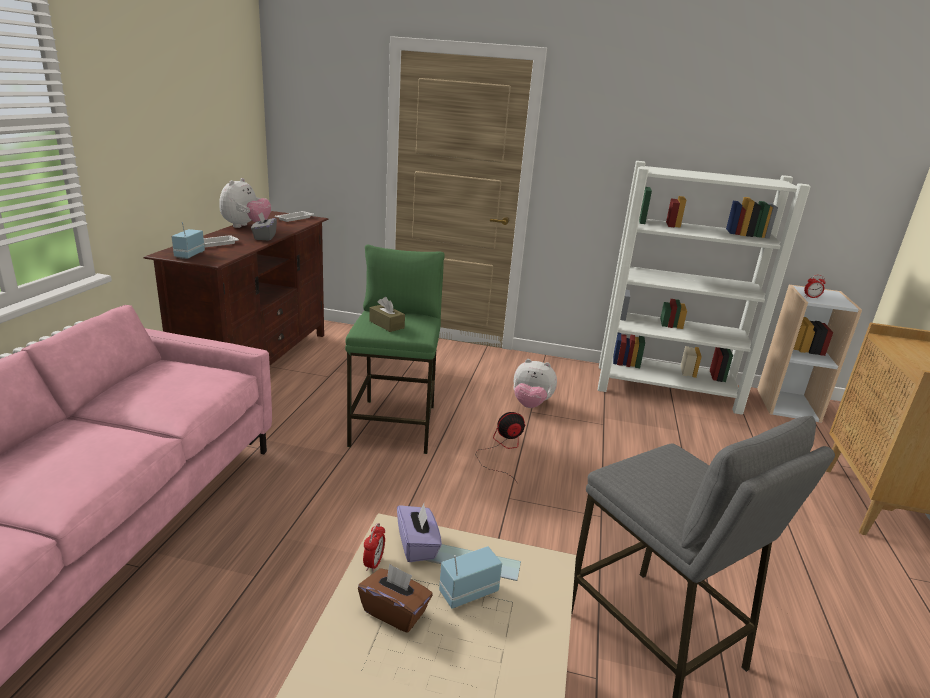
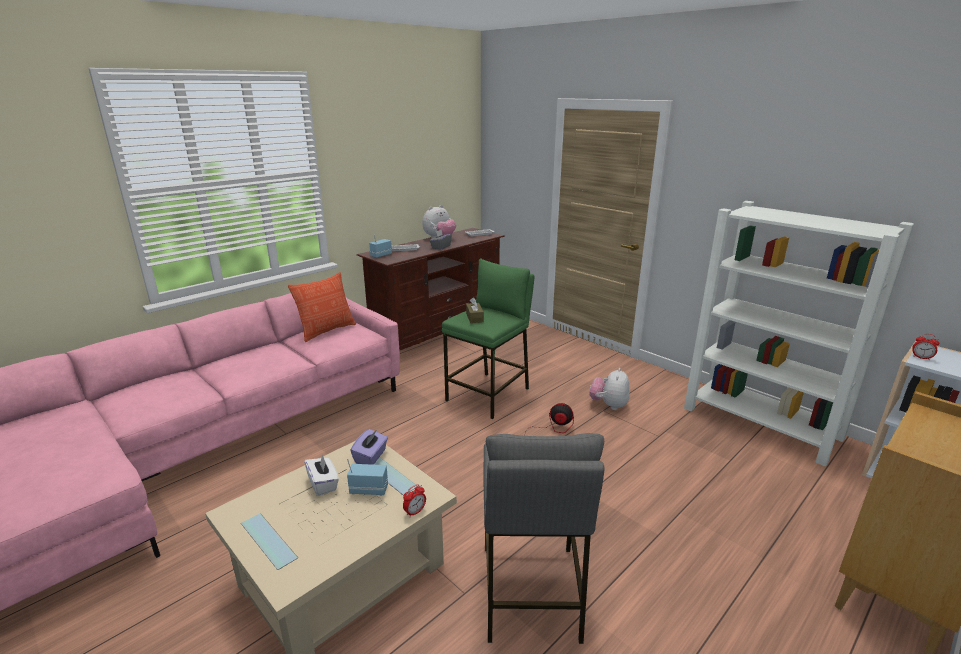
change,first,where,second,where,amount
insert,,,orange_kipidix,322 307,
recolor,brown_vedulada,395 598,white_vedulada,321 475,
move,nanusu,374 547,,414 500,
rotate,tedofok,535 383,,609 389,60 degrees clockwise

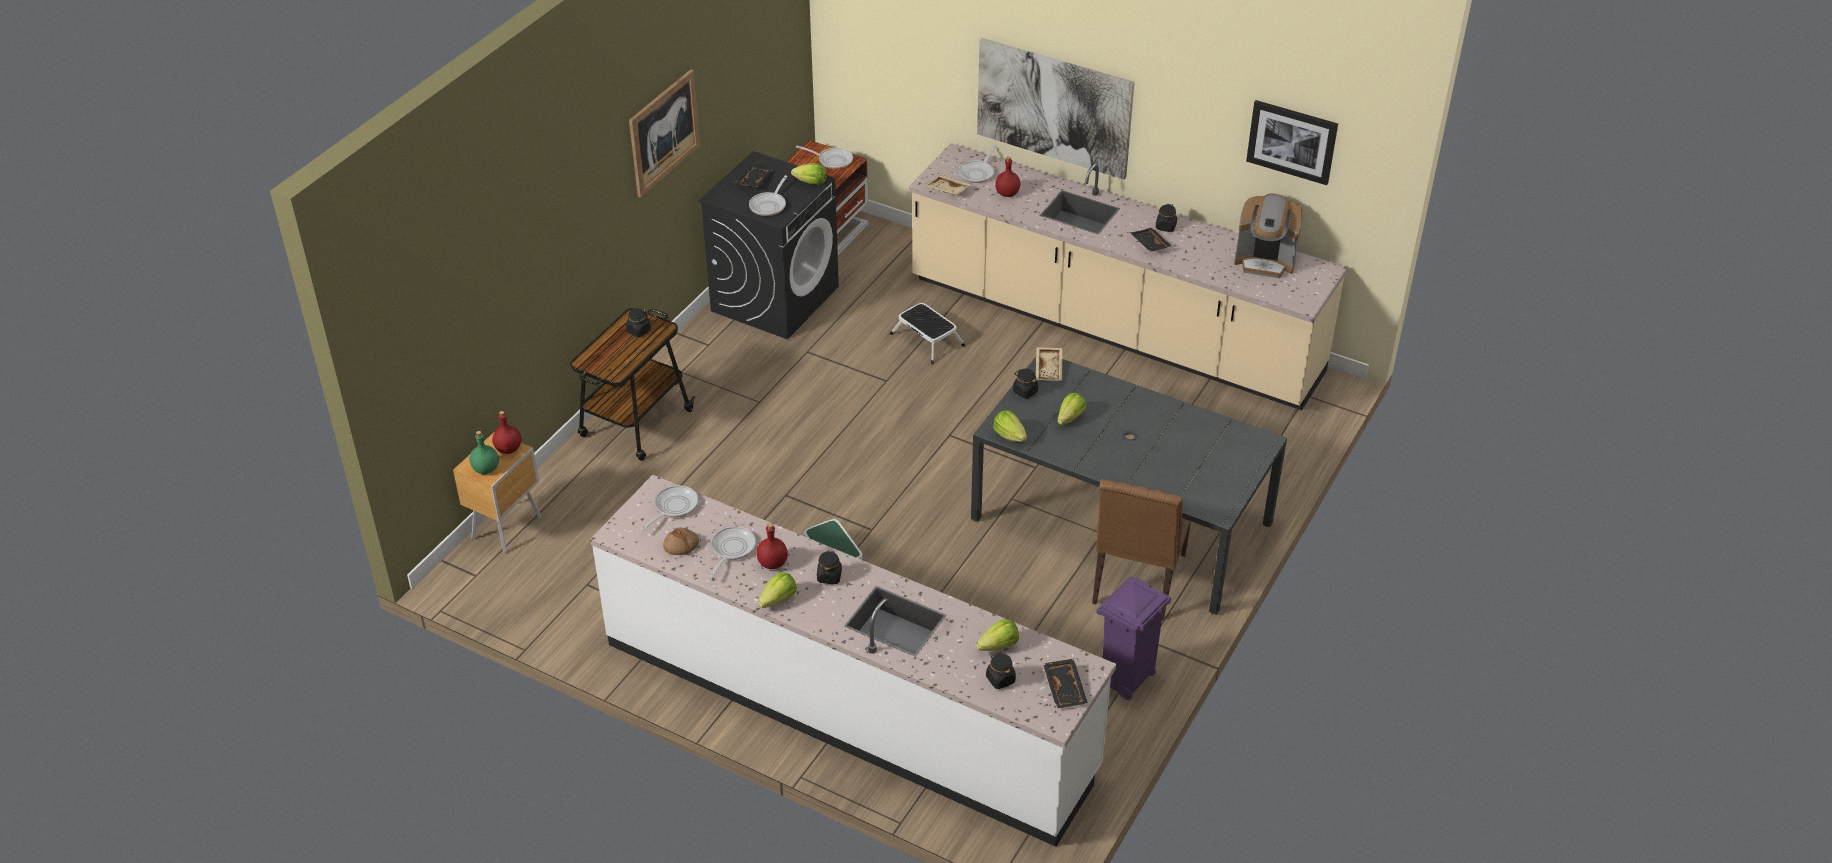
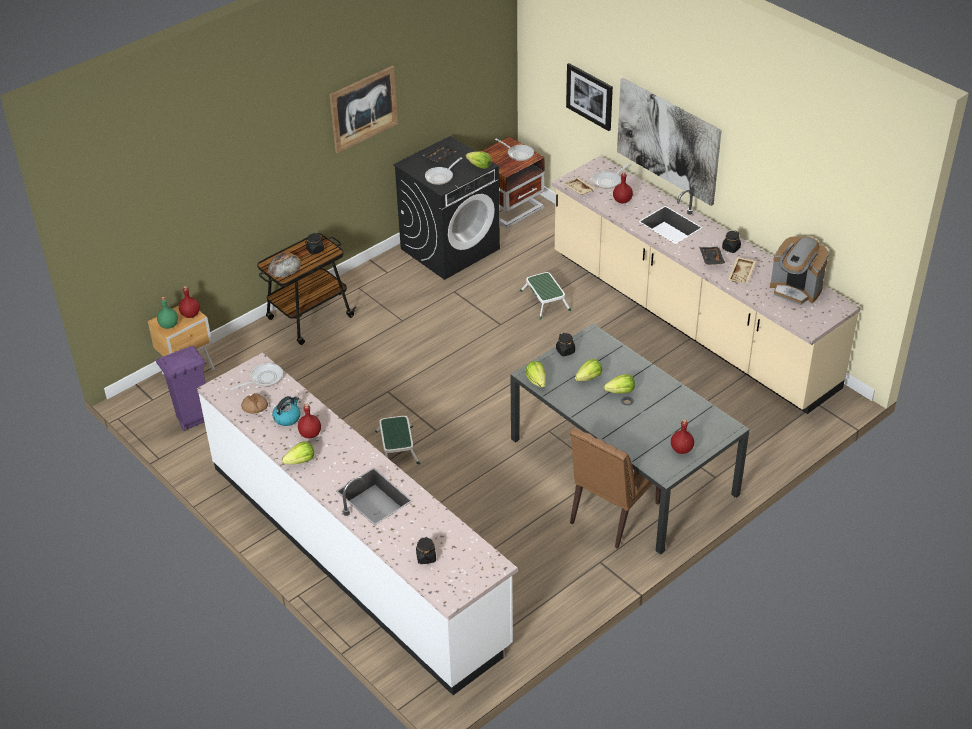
change,first,where,second,where,amount
move,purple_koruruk,1134 638,,181 388,
insert,,,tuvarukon,284 265,
replace,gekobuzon,732 552,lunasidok,286 411,
recolor,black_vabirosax,927 334,green_vabirosax,545 296,
move,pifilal,1292 142,,589 97,
move,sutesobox,997 635,,619 384,
insert,,,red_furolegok,682 436,
move,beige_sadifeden,1049 364,,742 270,
delete,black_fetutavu,829 567,,,
delete,black_sadifeden,1065 684,,,

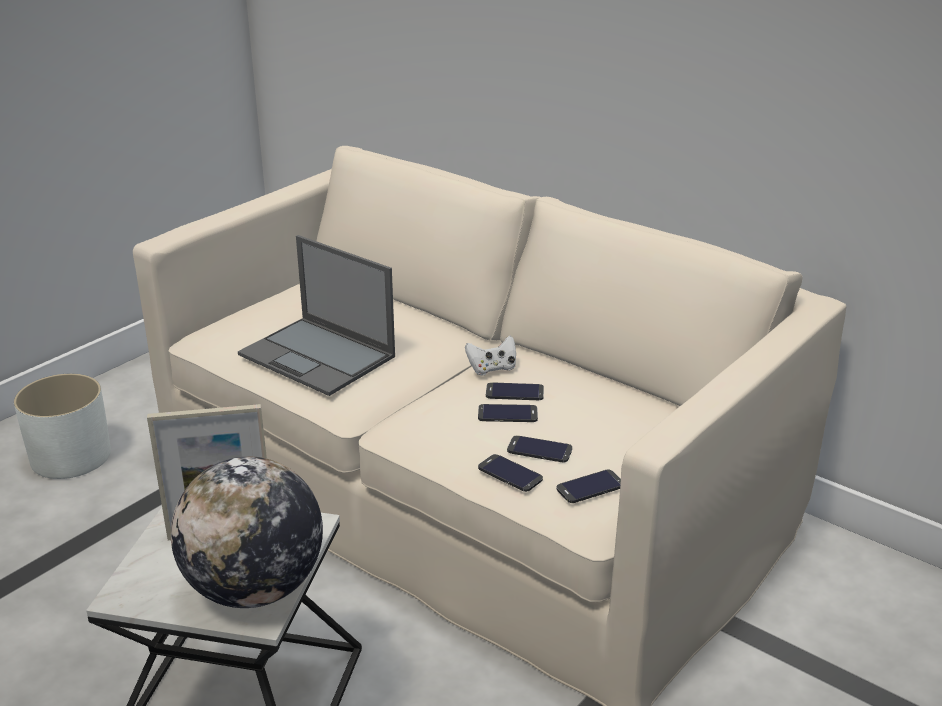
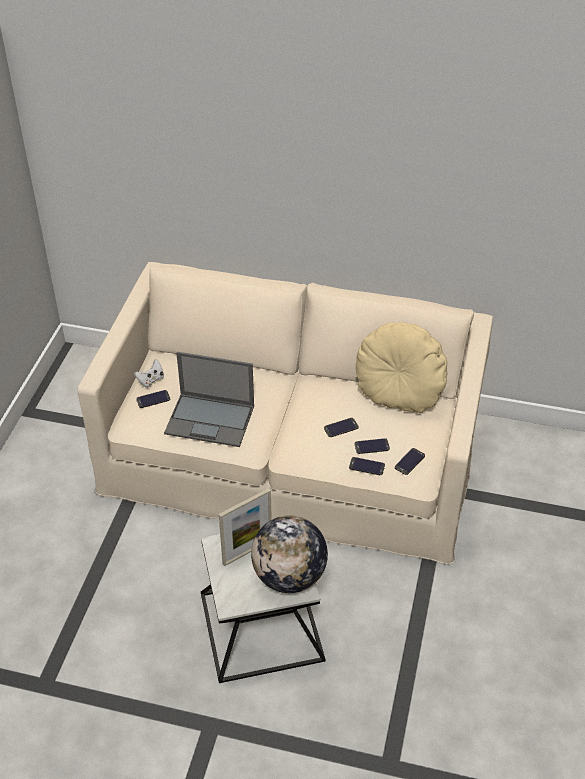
change,first,where,second,where,amount
move,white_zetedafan,490 355,,149 373,
move,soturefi,515 391,,153 399,
insert,,,beige_kipidix,401 367,
delete,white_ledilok,62 426,,,

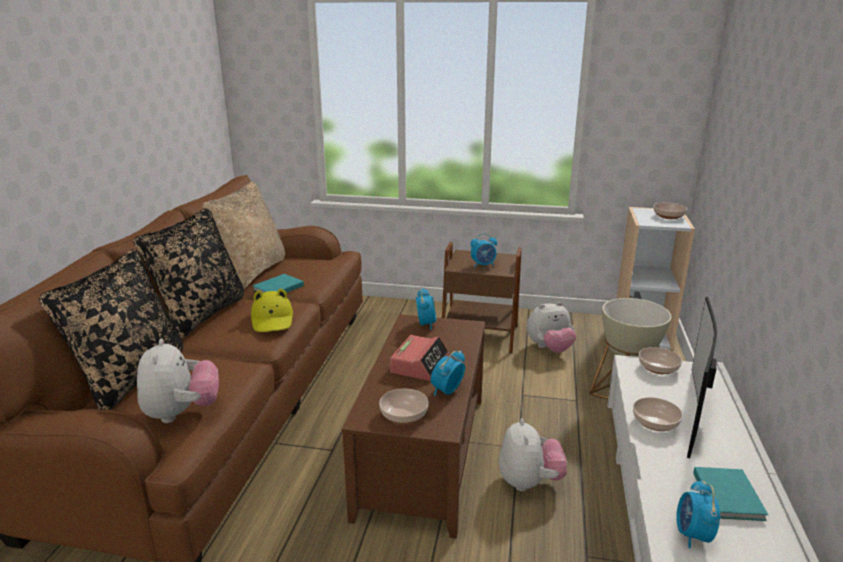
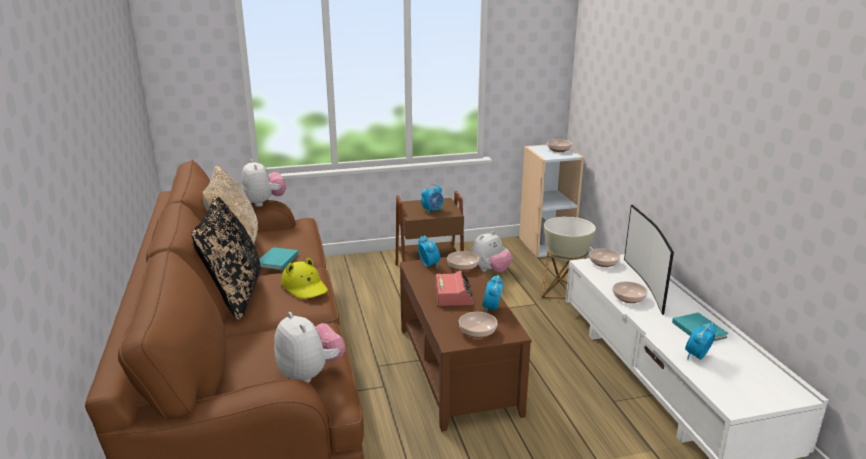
change,first,where,second,where,amount
move,tedofok,533 454,,263 183,
insert,,,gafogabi,463 261,
rotate,nanusu,698 513,,700 341,60 degrees clockwise
delete,black_kipidix,111 329,,,

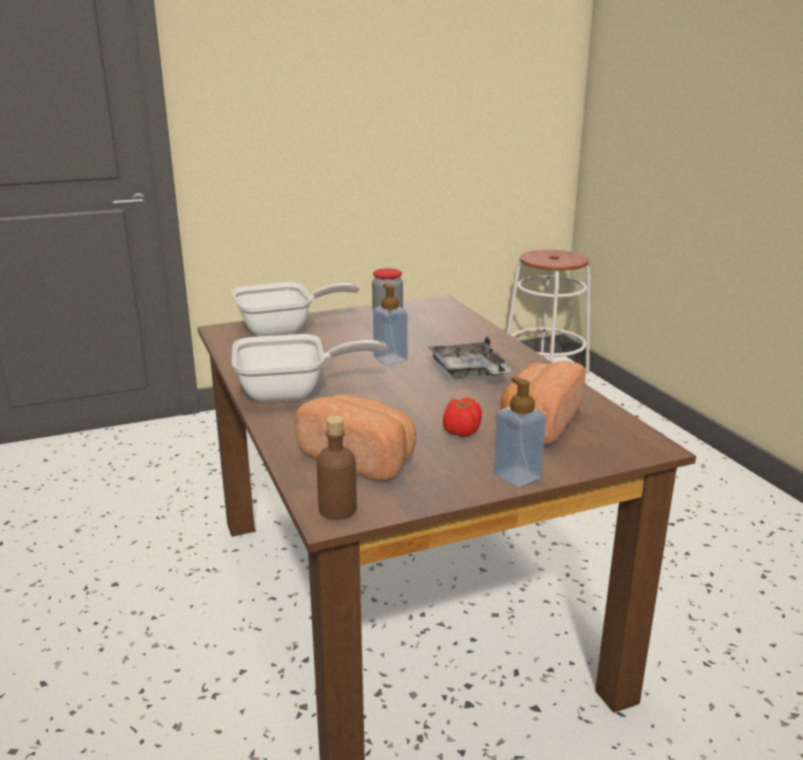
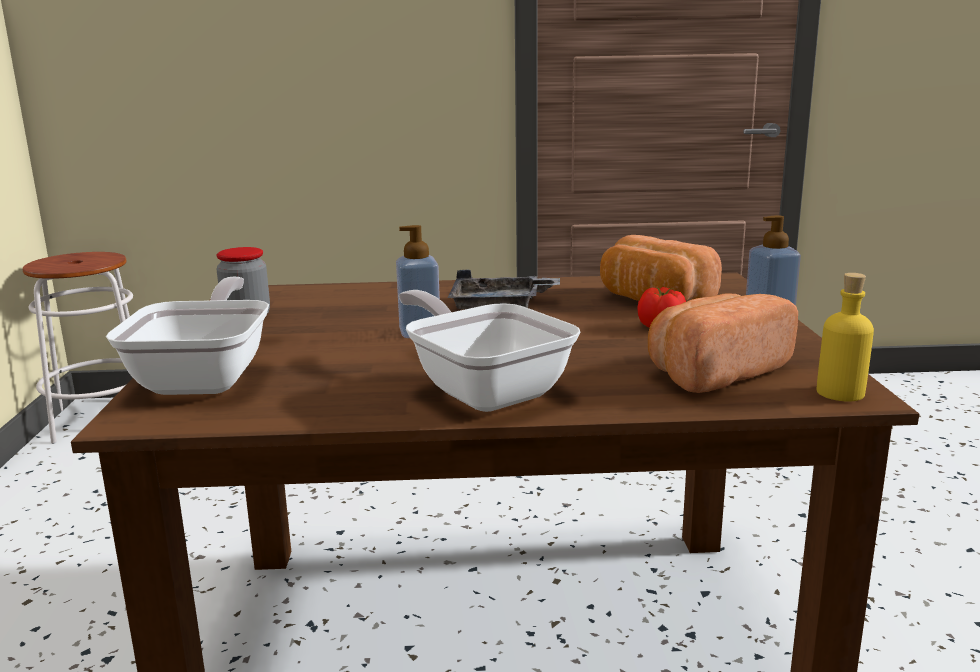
change,first,where,second,where,amount
rotate,gekobuzon,309 368,,489 351,45 degrees counterclockwise
recolor,brown_furolegok,337 468,yellow_furolegok,845 337,

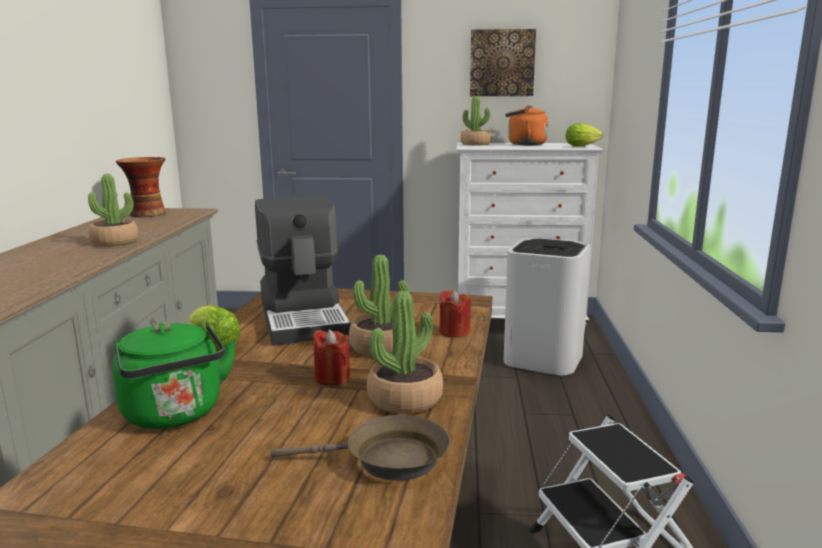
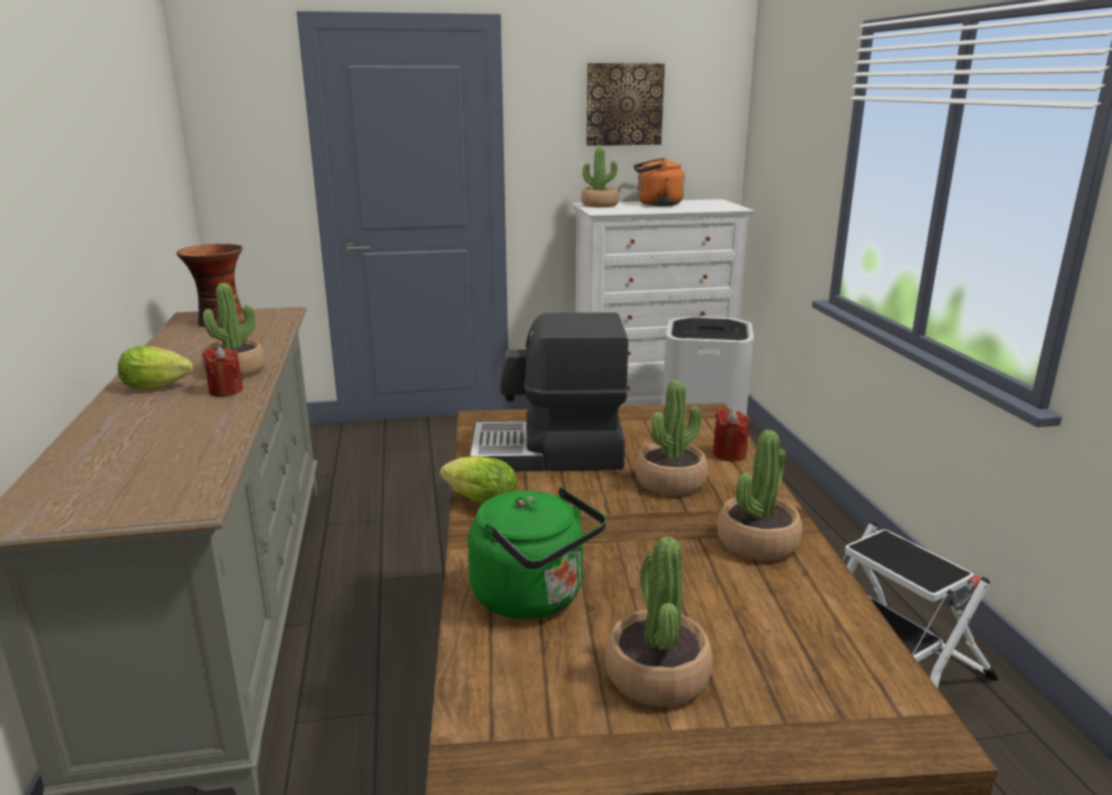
change,first,where,second,where,amount
move,sutesobox,584 134,,155 367,
move,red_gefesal,331 358,,223 371,
rotate,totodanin,303 271,,548 391,120 degrees clockwise
insert,,,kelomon,659 621,
delete,brown_gekobuzon,359 448,,,

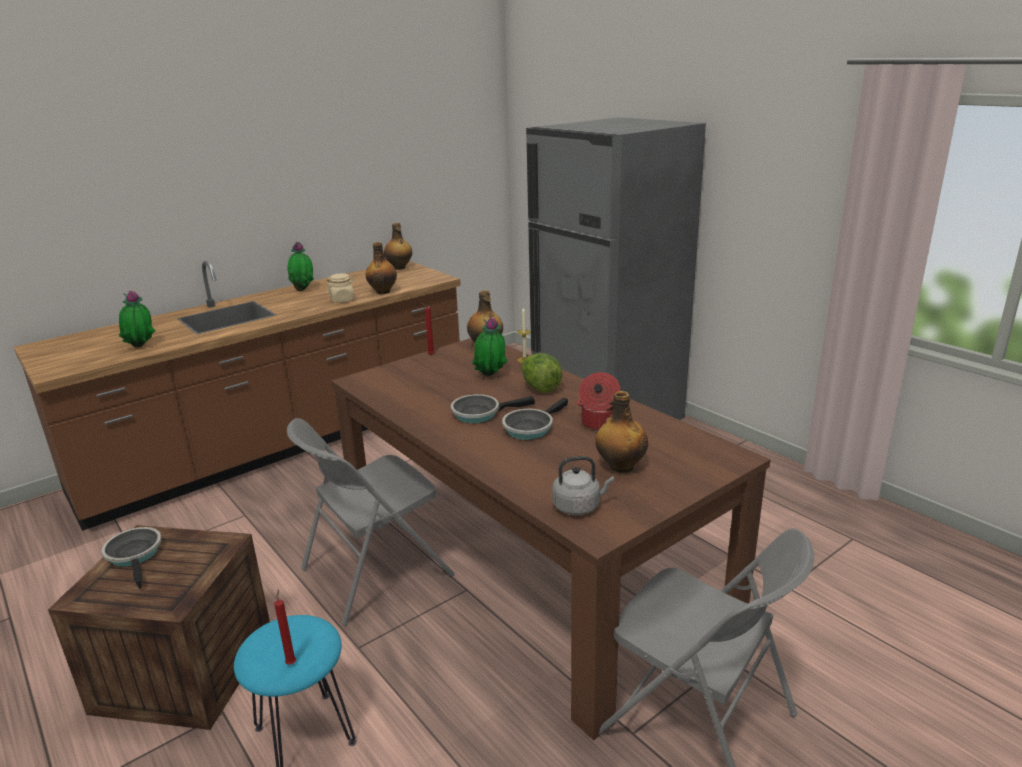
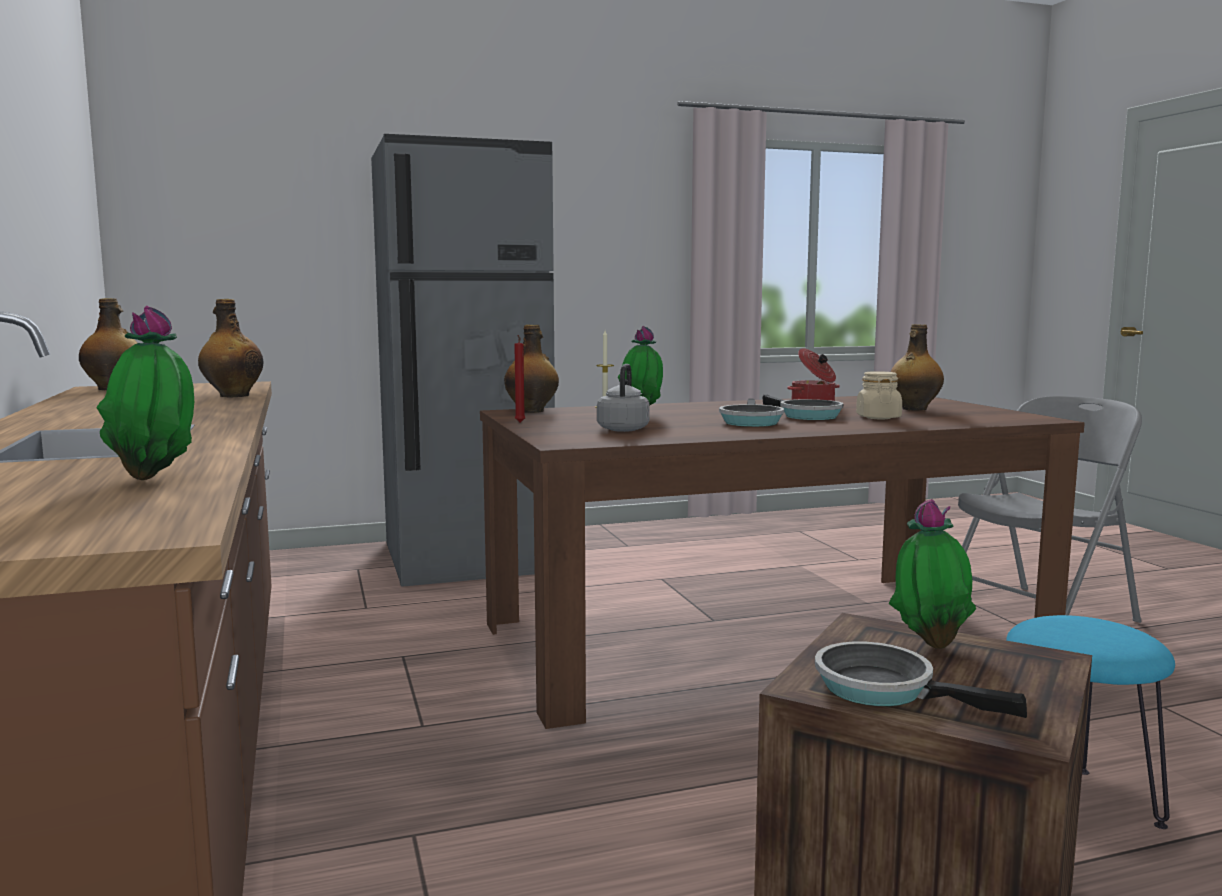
change,first,where,second,where,amount
move,grey_lunasidok,583 485,,623 398,
rotate,gekobuzon,131 558,,921 679,45 degrees clockwise
move,beige_fetutavu,341 288,,879 395,
move,kelomon,300 266,,932 574,
delete,red_gefesal,285 627,,,
delete,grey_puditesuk,371 522,,,
delete,sutesobox,542 373,,,

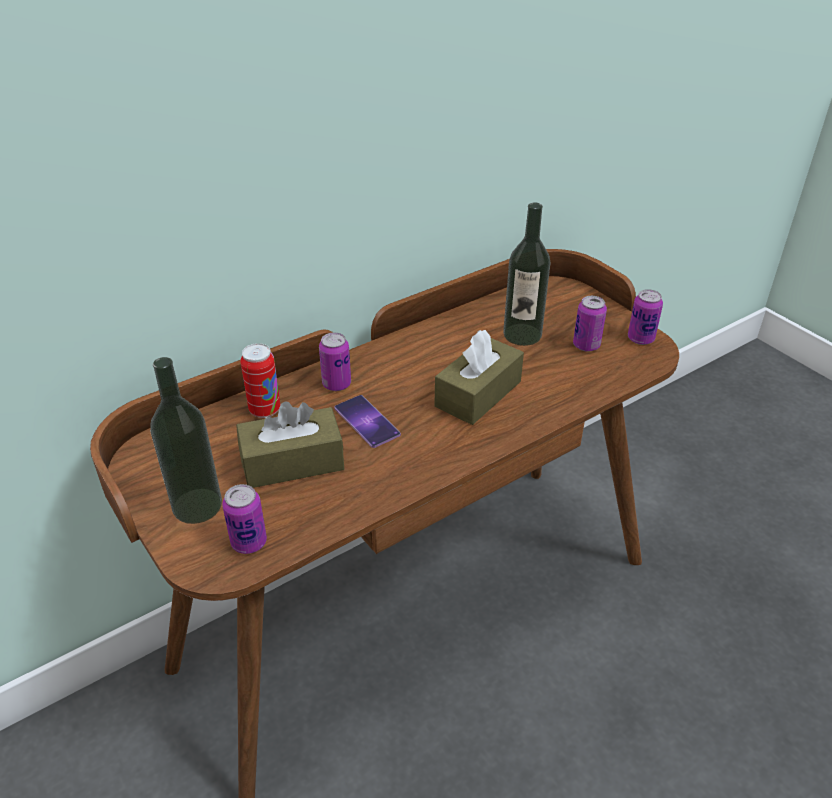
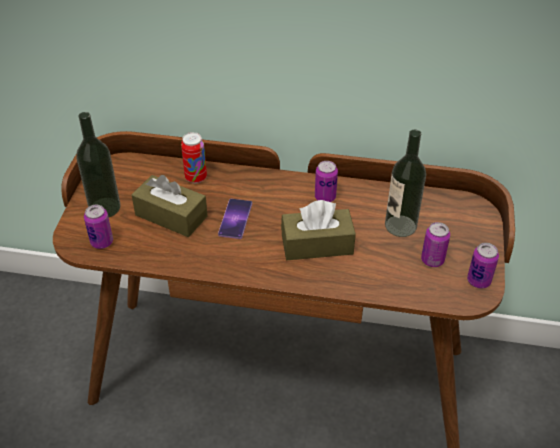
change,first,where,second,where,amount
move,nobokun,335 361,,326 181,

